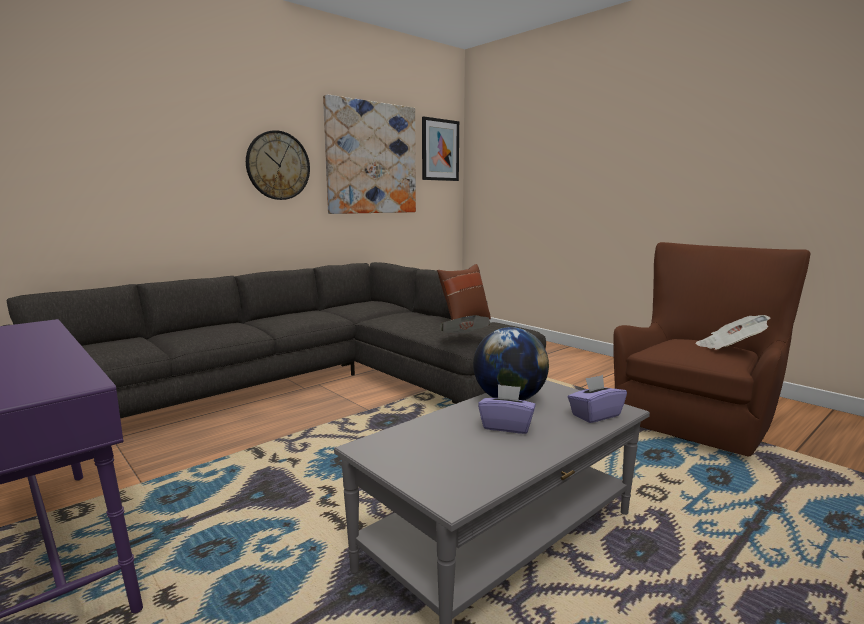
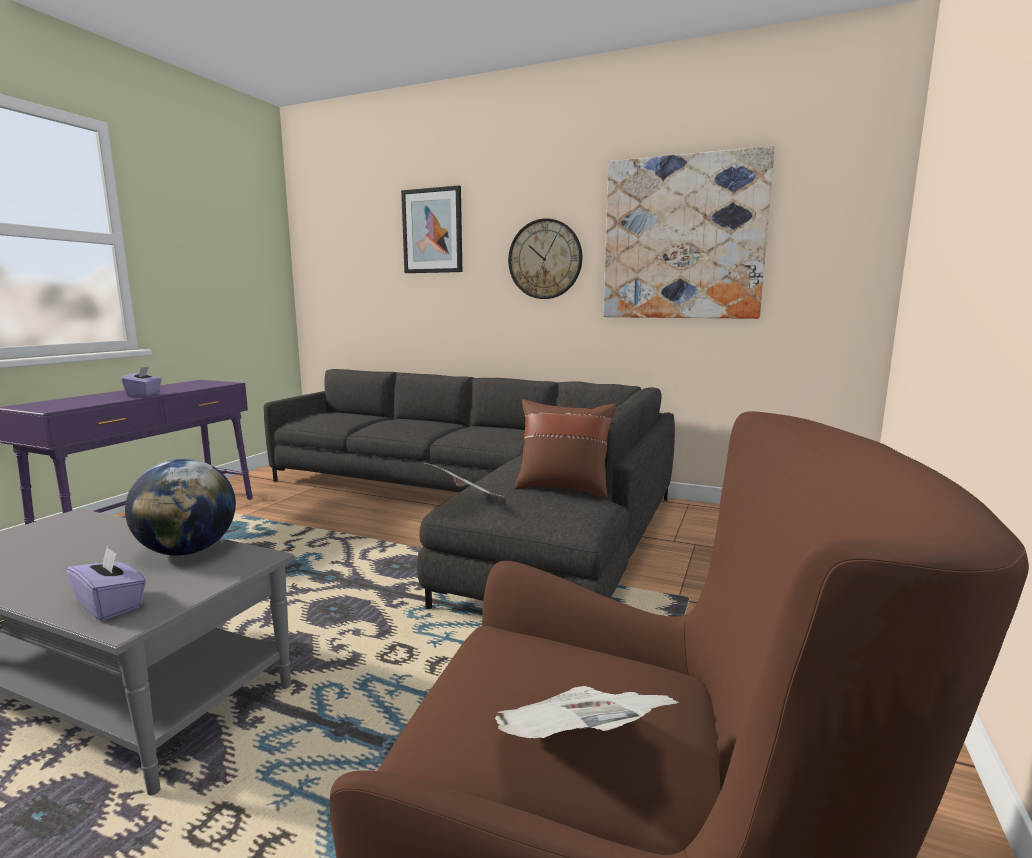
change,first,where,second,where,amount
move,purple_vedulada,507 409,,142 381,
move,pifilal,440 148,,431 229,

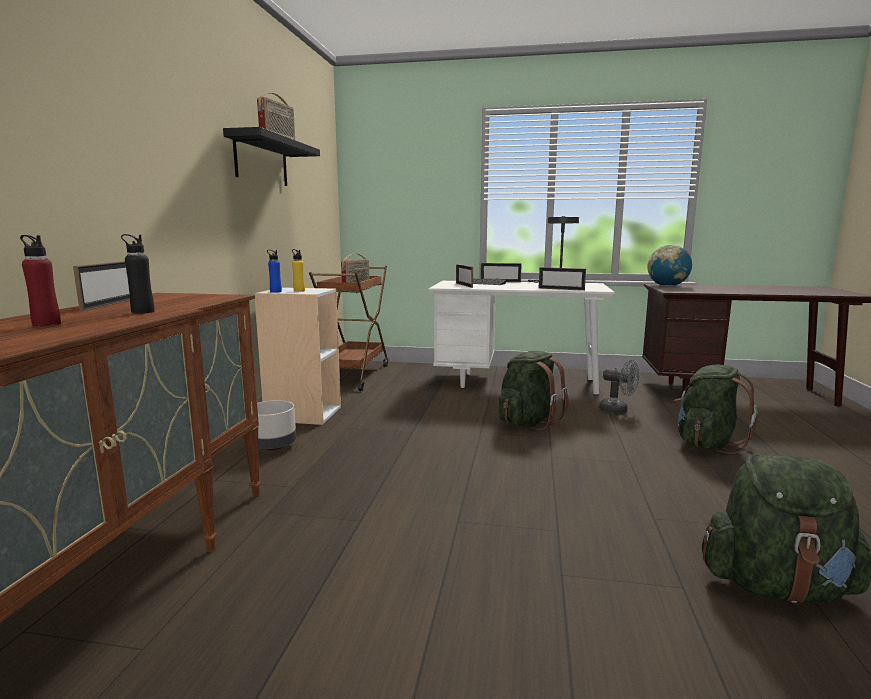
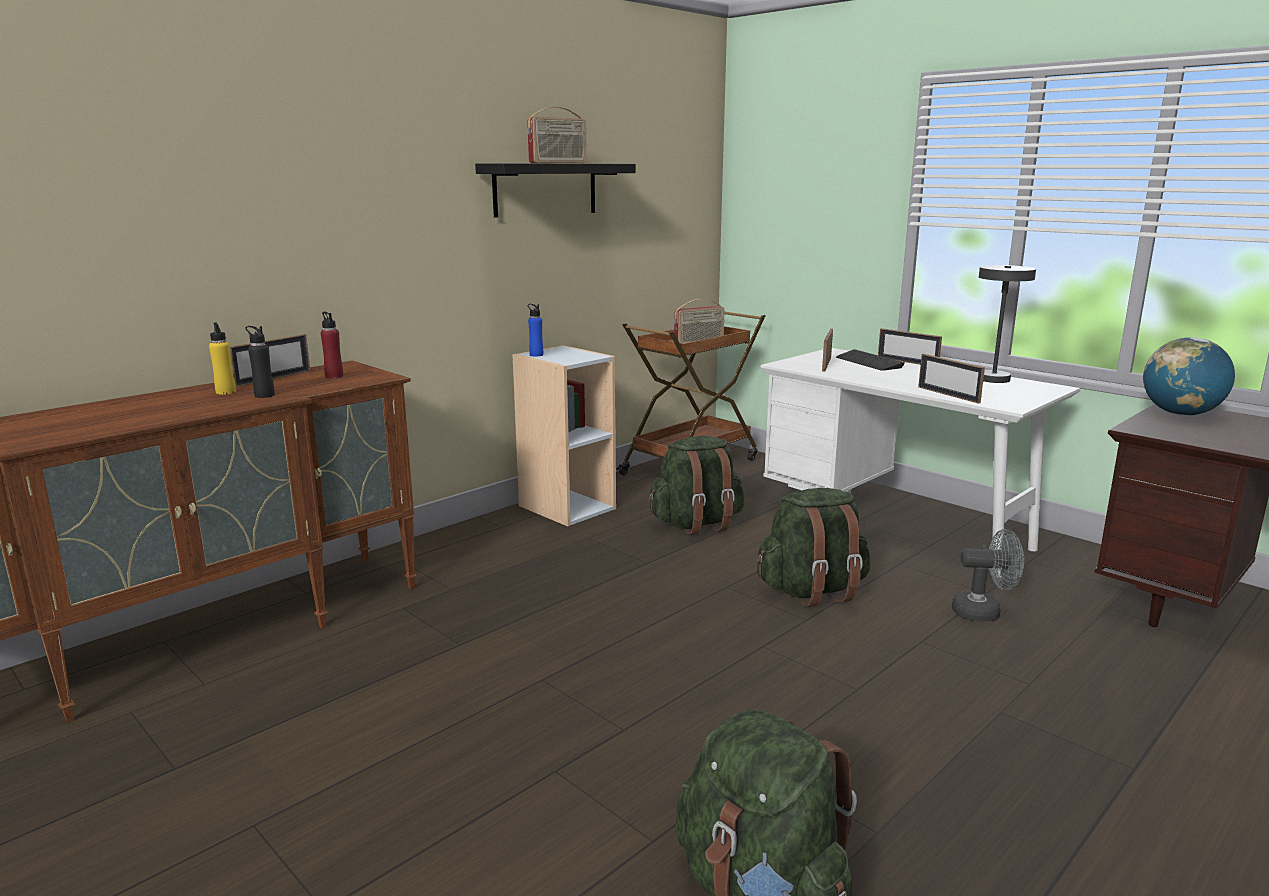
change,first,where,second,where,amount
move,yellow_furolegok,298 270,,222 358,
move,red_furolegok,40 281,,332 345,
move,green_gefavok,716 409,,696 485,
rotate,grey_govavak,619 387,,988 575,60 degrees counterclockwise
delete,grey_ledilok,276 425,,,

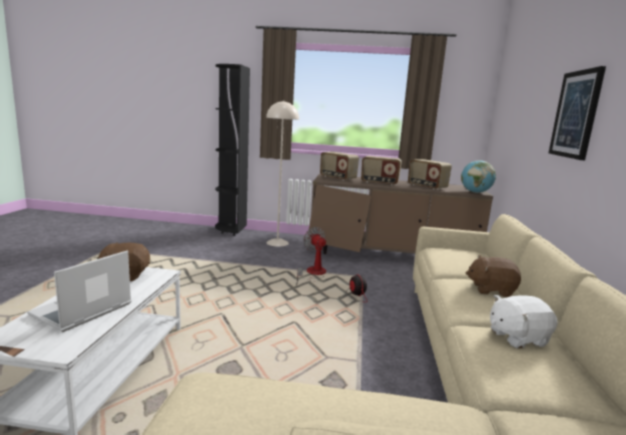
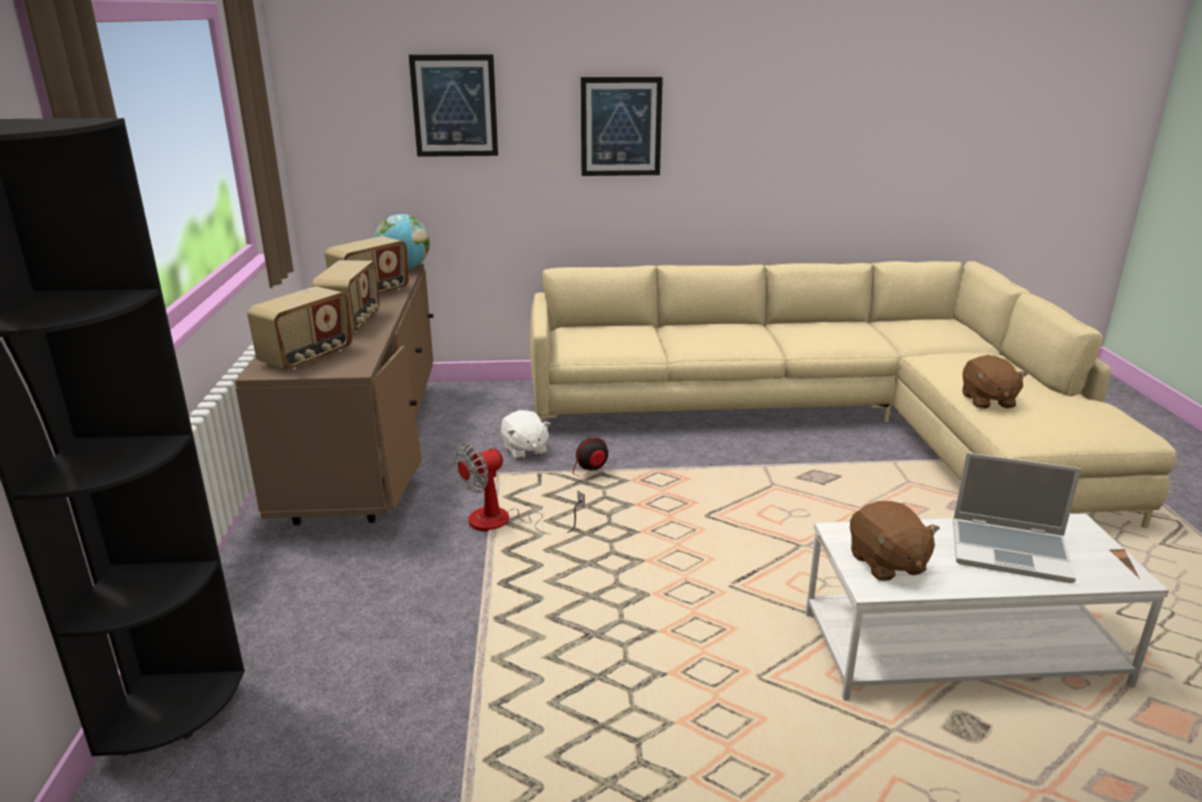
change,first,where,second,where,amount
insert,,,pifilal,453 105,
move,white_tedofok,524 321,,525 435,
move,brown_tedofok,493 276,,995 382,
delete,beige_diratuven,282 174,,,

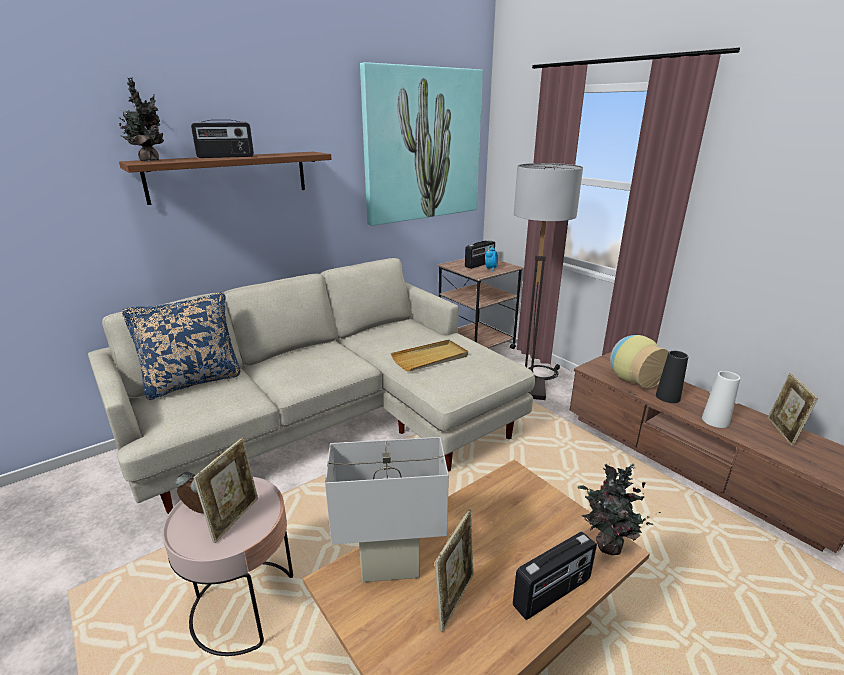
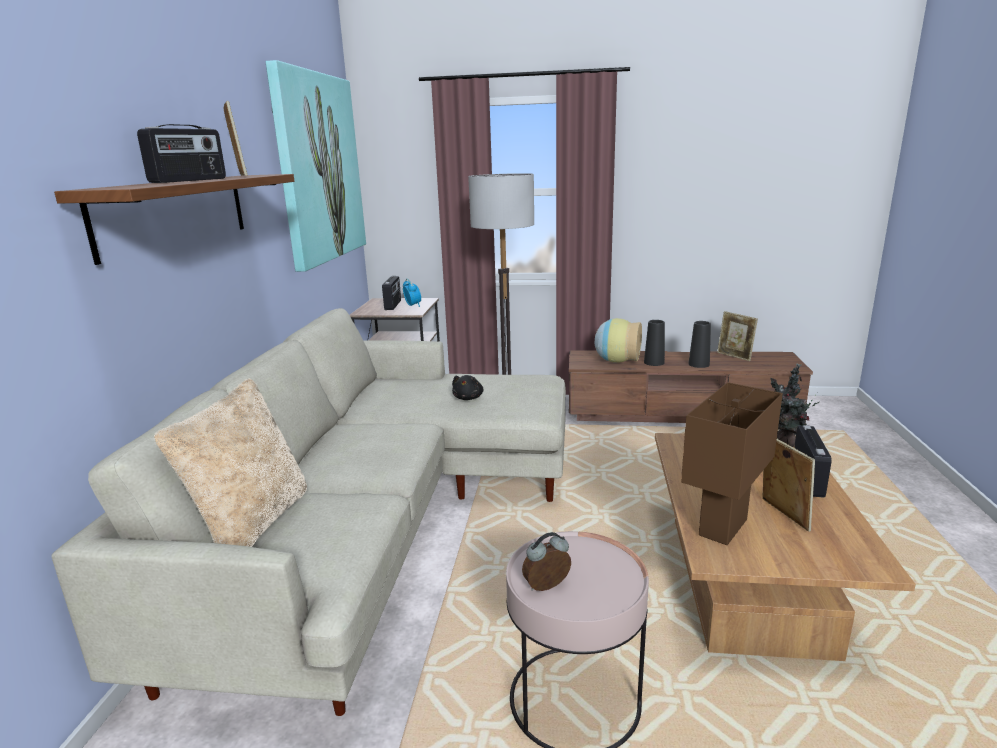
change,first,where,second,where,amount
recolor,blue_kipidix,181 346,beige_kipidix,230 462,
move,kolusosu,225 490,,235 138,
replace,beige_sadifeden,429 355,black_tedofok,468 387,
recolor,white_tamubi,387 509,brown_tamubi,732 463,
recolor,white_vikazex,721 399,black_vikazex,699 344,
delete,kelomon,141 119,,,

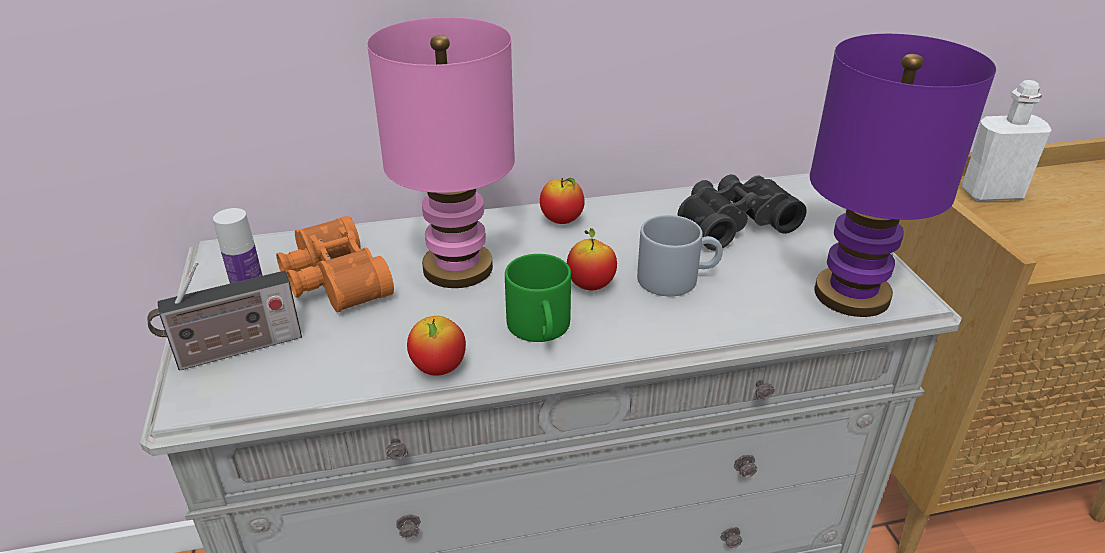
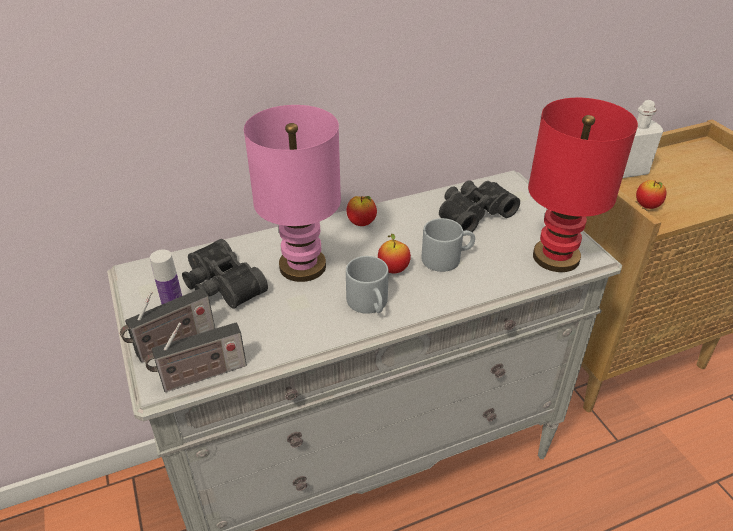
change,first,where,second,where,amount
insert,,,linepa,196 357,
recolor,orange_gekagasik,335 264,black_gekagasik,225 274,
recolor,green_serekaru,538 298,grey_serekaru,367 285,
recolor,purple_tamubi,903 175,red_tamubi,583 185,
move,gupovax,436 346,,651 194,

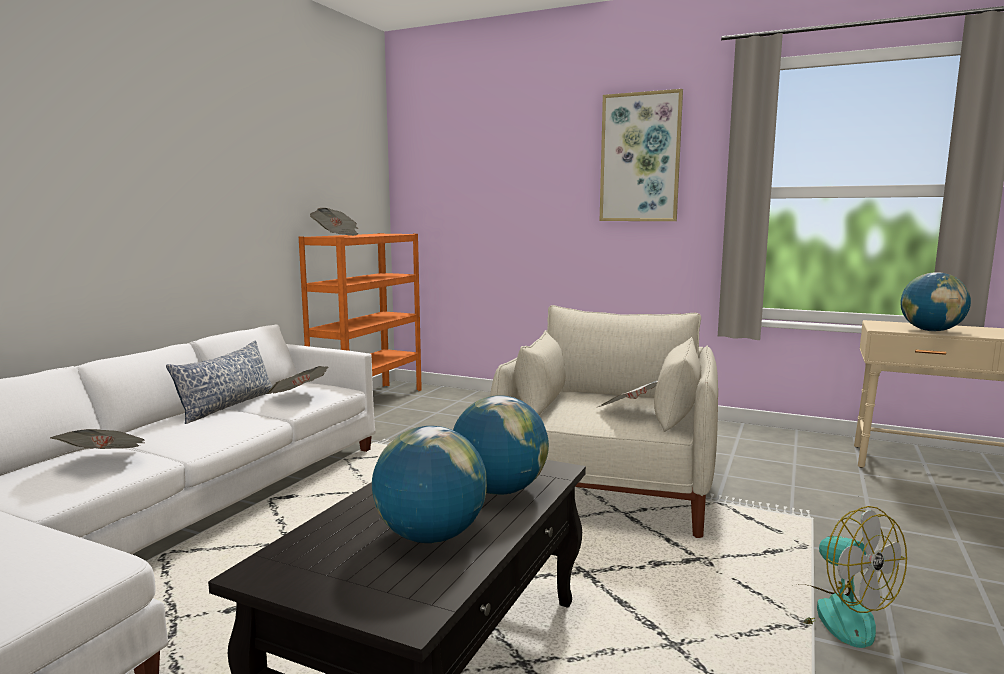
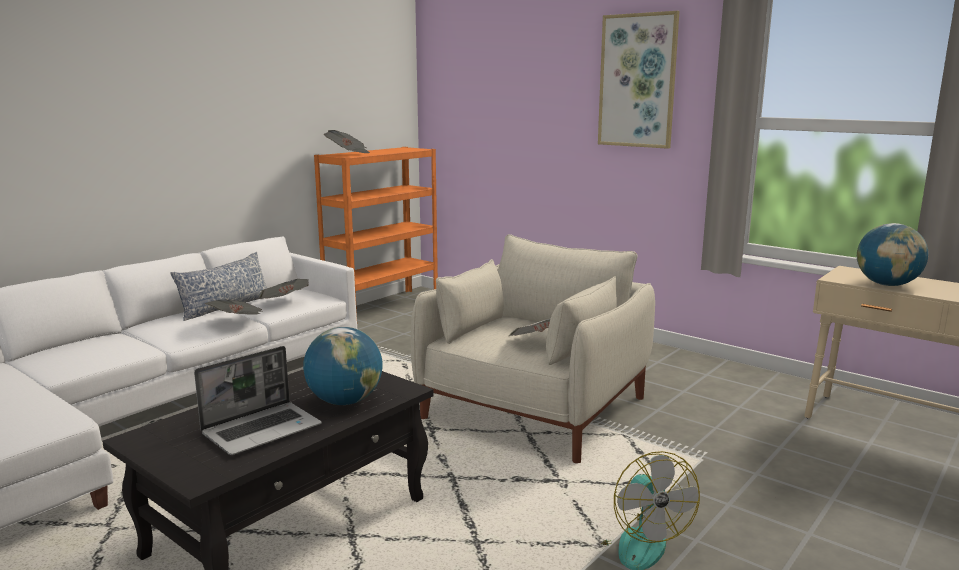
change,first,where,second,where,amount
replace,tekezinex,429 484,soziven,258 400,
move,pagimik,97 439,,233 307,

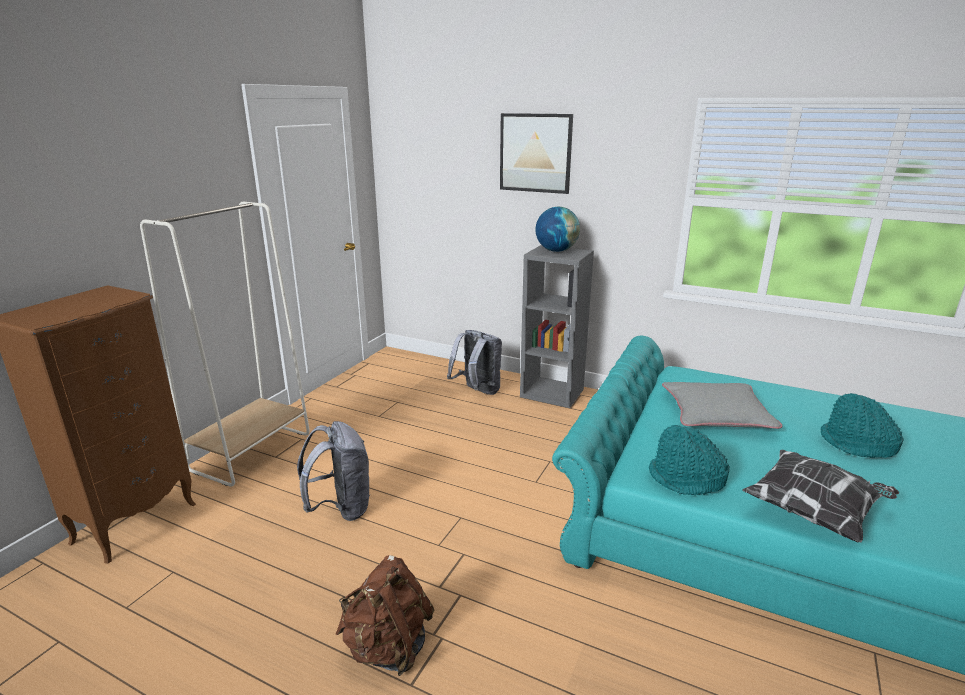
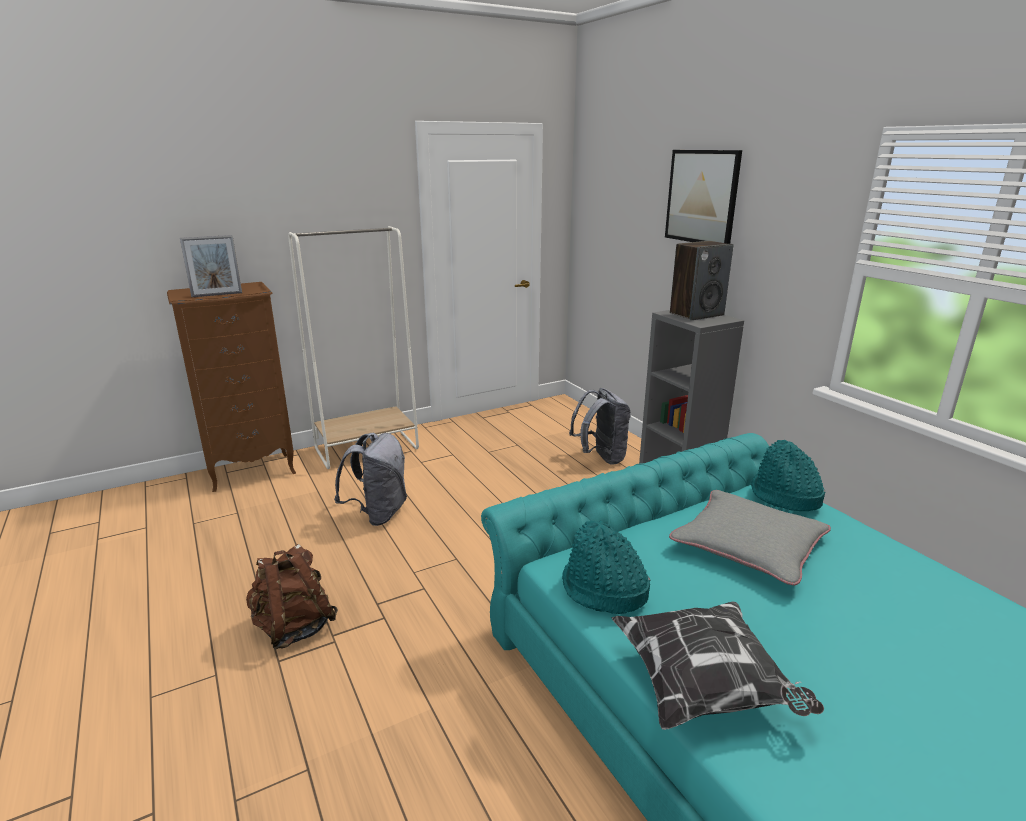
change,first,where,second,where,amount
insert,,,kolusosu,211 266,
replace,tekezinex,558 229,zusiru,701 280,
move,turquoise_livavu,862 425,,788 475,

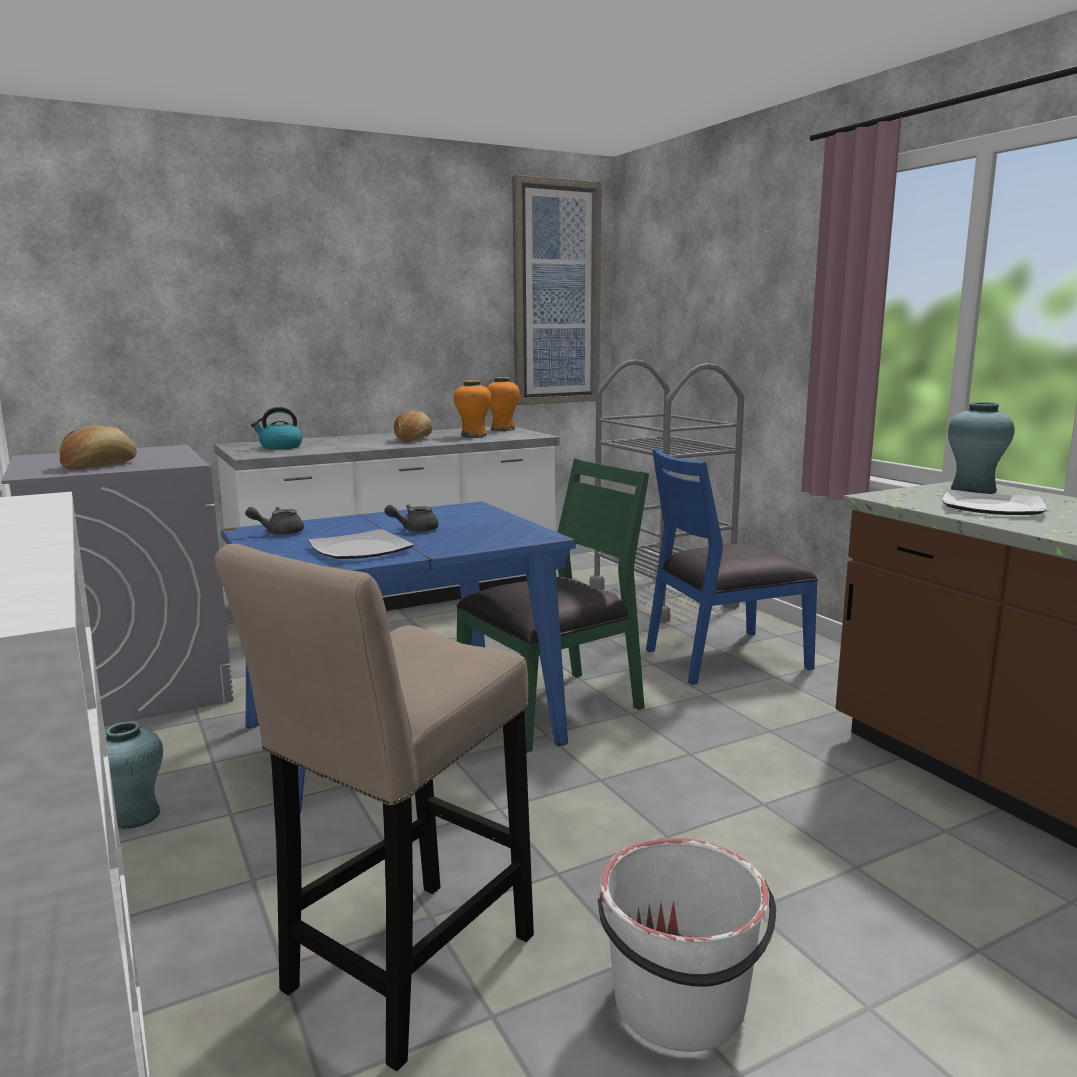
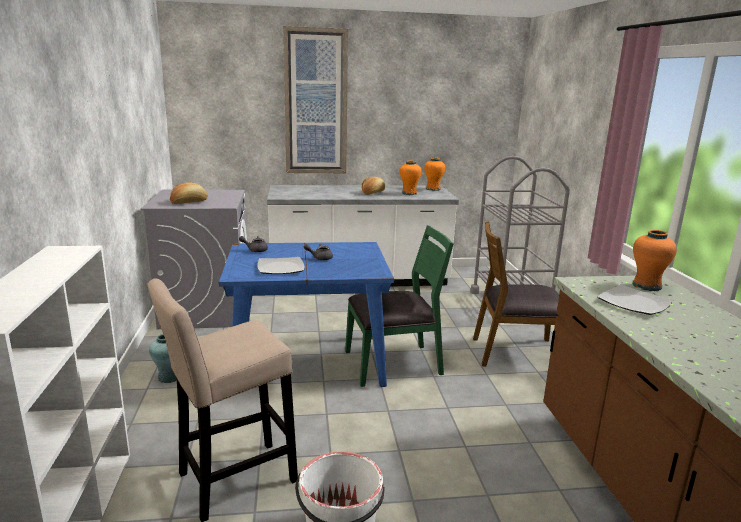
change,first,where,second,where,amount
move,pifilal,557 290,,315 99,
recolor,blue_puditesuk,732 566,brown_puditesuk,516 293,
recolor,turquoise_vikazex,981 448,orange_vikazex,654 260,
delete,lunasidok,277 428,,,

